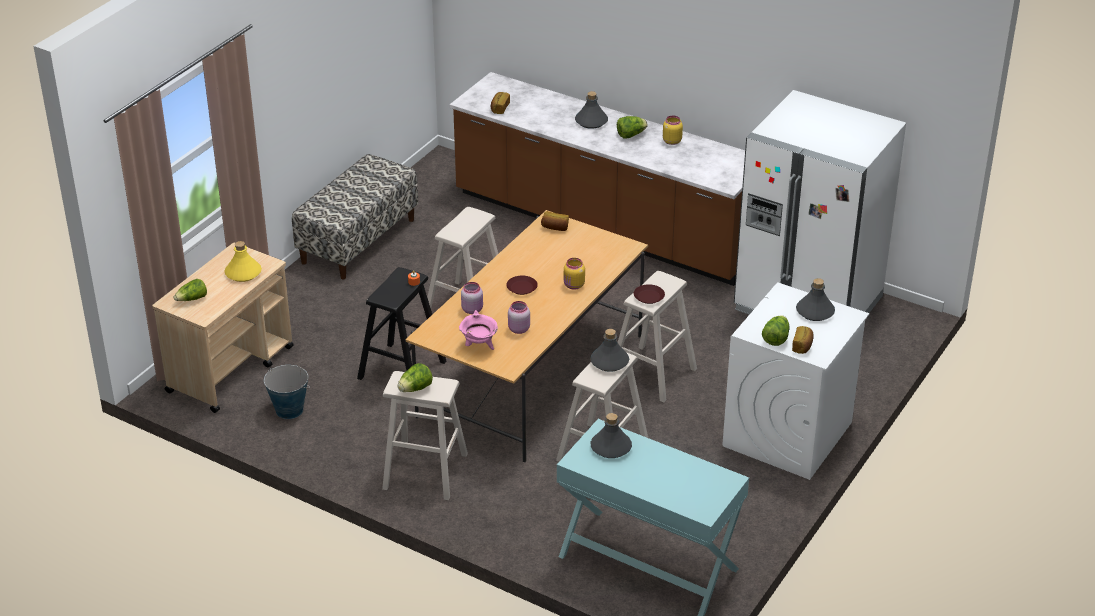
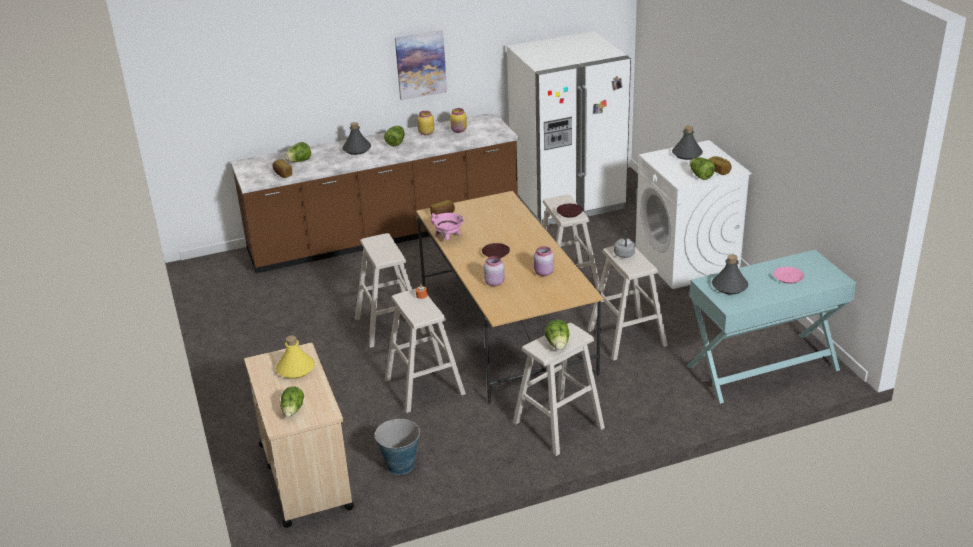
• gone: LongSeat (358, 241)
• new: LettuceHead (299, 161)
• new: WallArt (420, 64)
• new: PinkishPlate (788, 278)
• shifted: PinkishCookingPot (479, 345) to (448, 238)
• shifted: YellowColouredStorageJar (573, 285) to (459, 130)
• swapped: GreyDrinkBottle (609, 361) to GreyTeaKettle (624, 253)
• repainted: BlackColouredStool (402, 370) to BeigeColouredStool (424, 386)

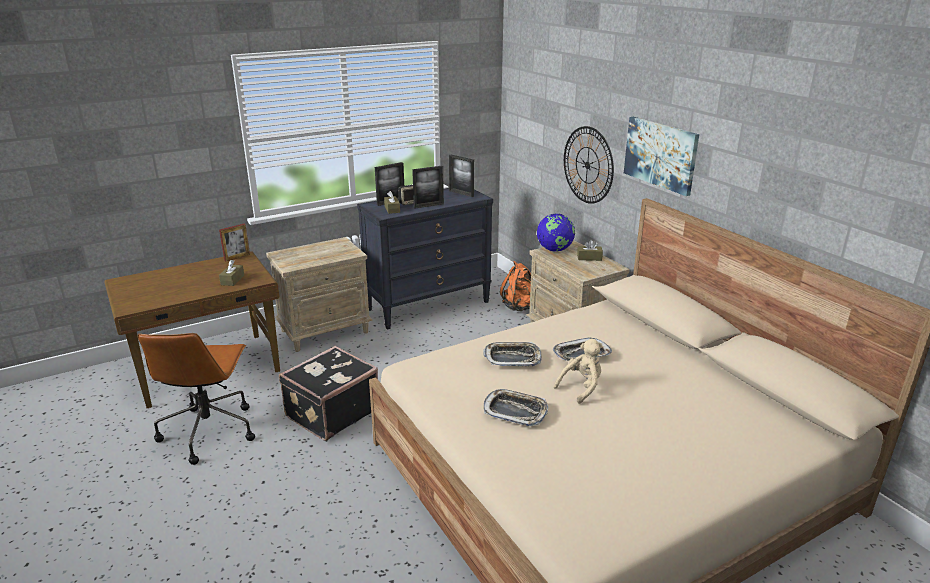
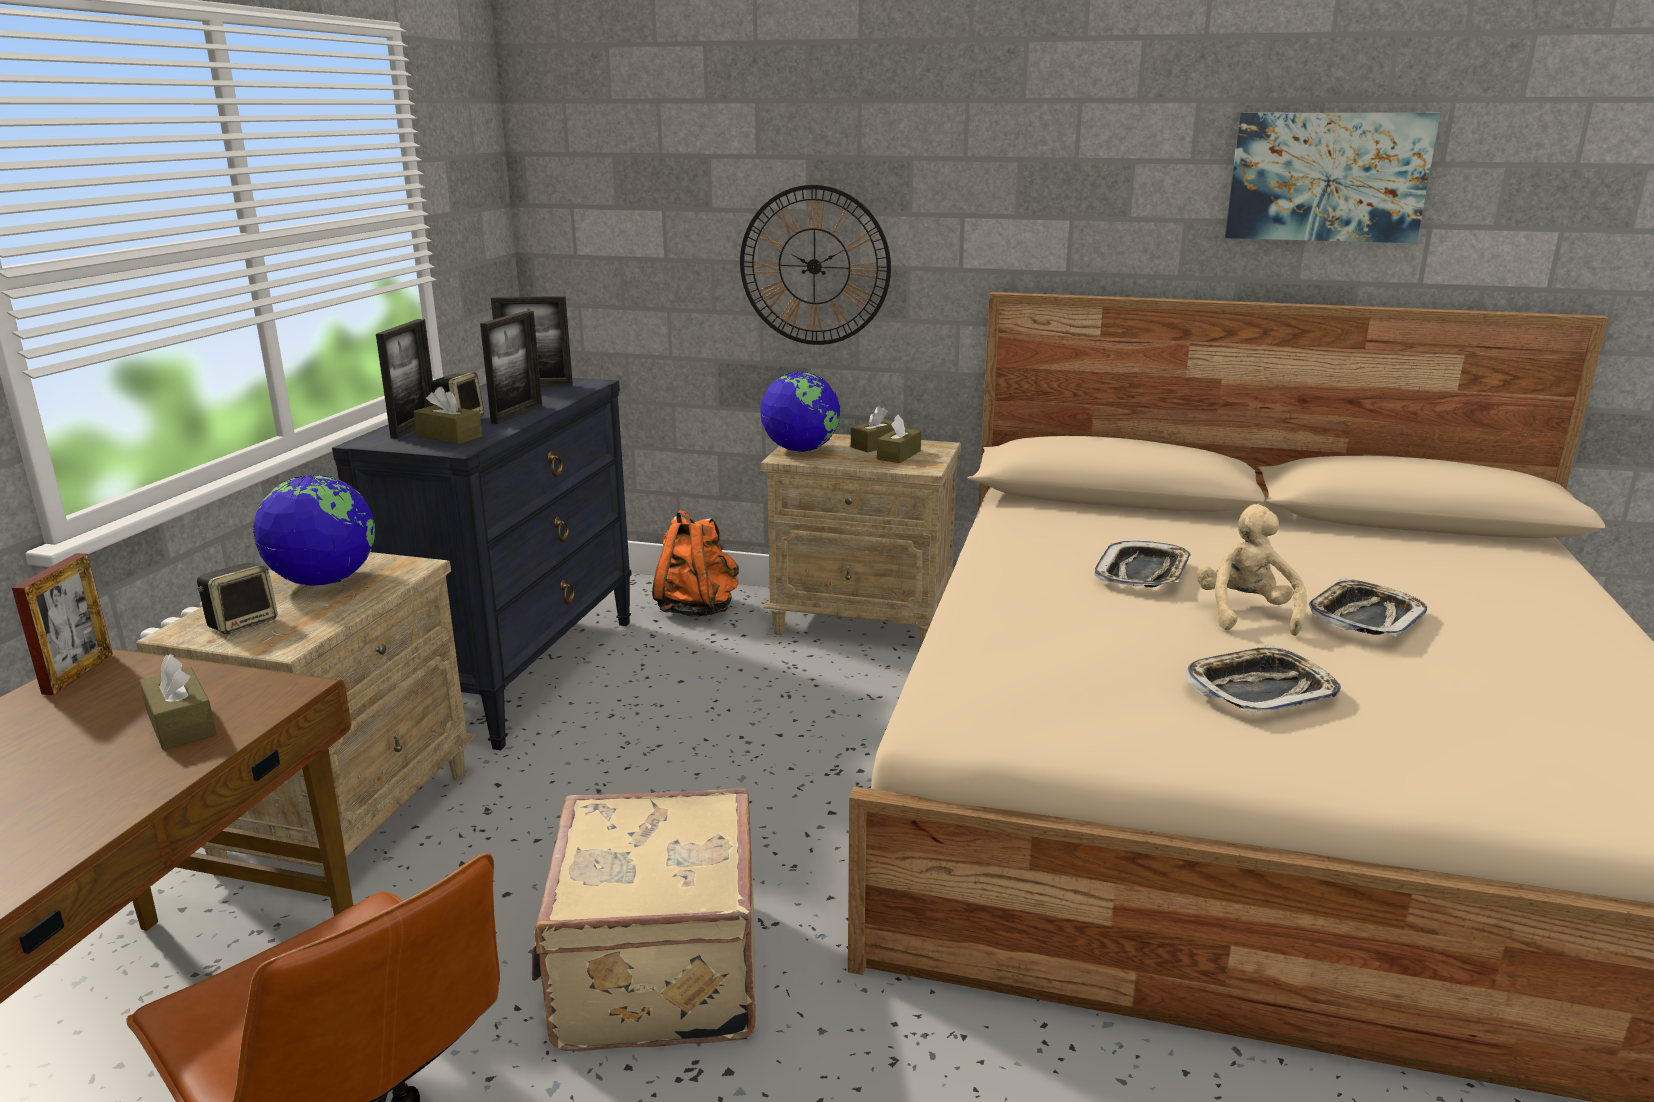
• new: Loudspeaker (243, 623)
• new: WorldGlobe (324, 581)
• new: BrownColouredBoxOfTissues (899, 455)
• shifted: Tray (512, 358) to (1364, 617)
• shifted: WallArt (660, 154) to (1327, 177)
• repainted: BlackColouredSuitcase (331, 412) to BeigeColouredSuitcase (653, 974)

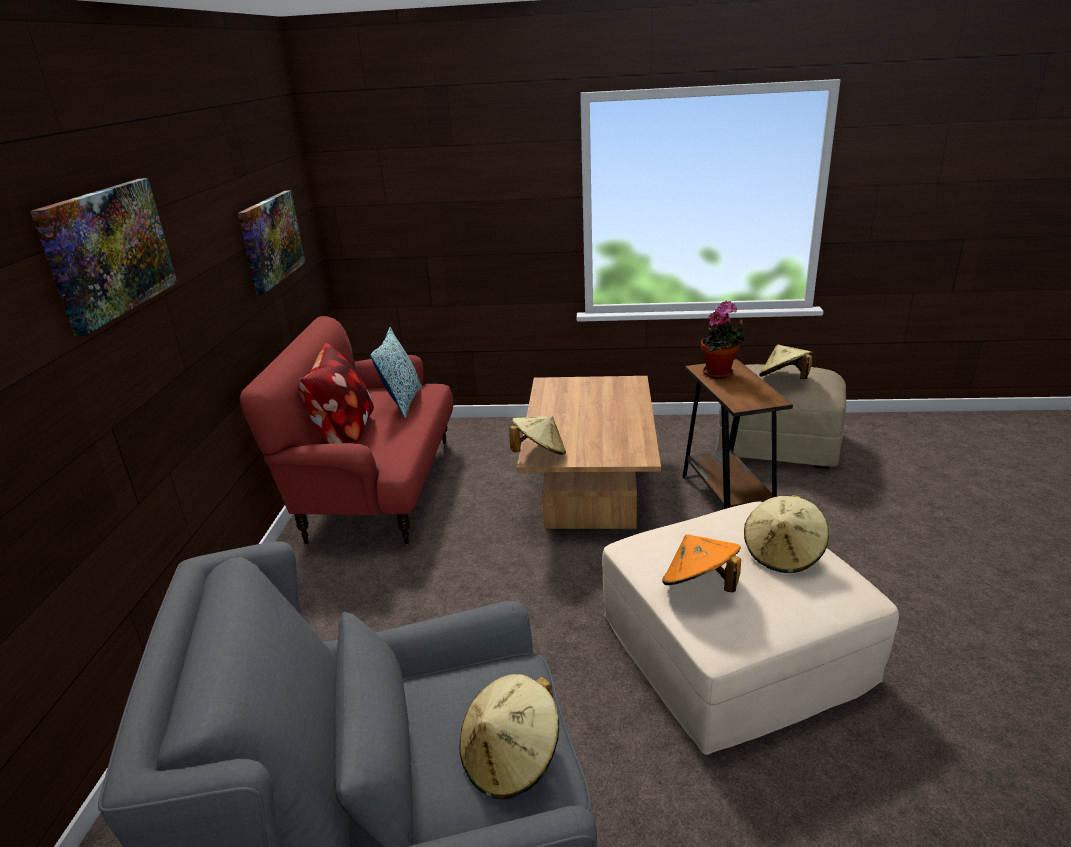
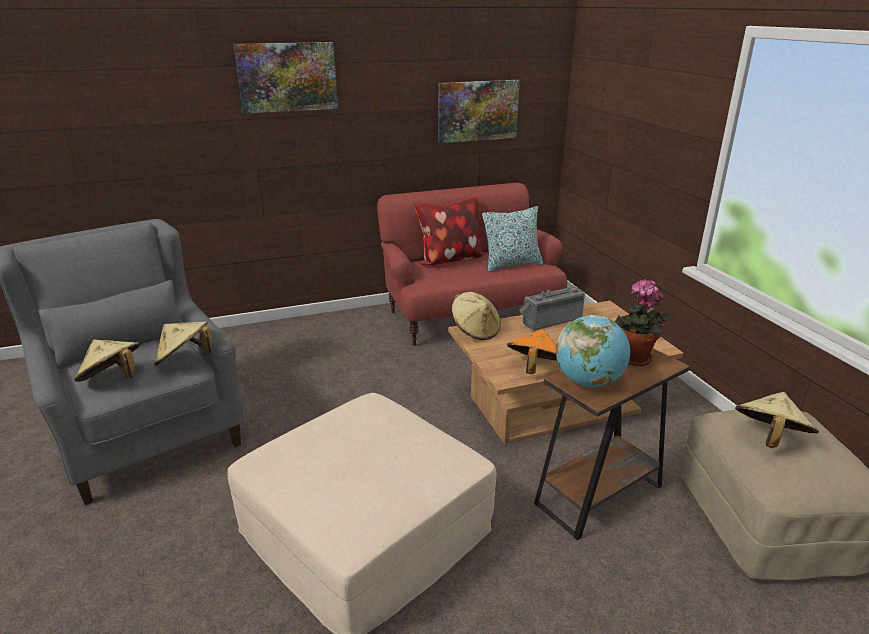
• new: RadioReceiver (550, 320)
• new: WorldGlobe (588, 382)
• shifted: OrangeyWearableHat (700, 585) to (535, 368)
• shifted: BeigeColouredWearableHat (783, 553) to (185, 360)

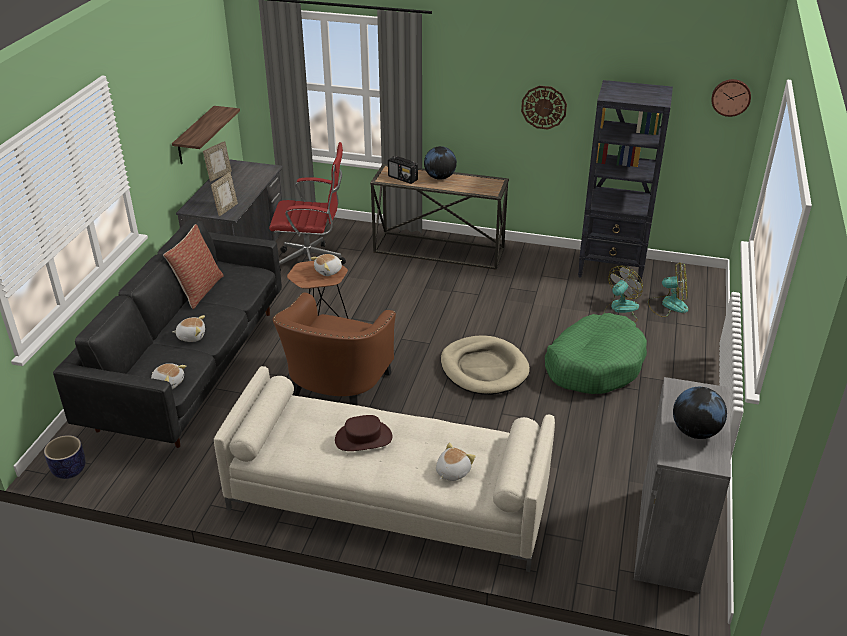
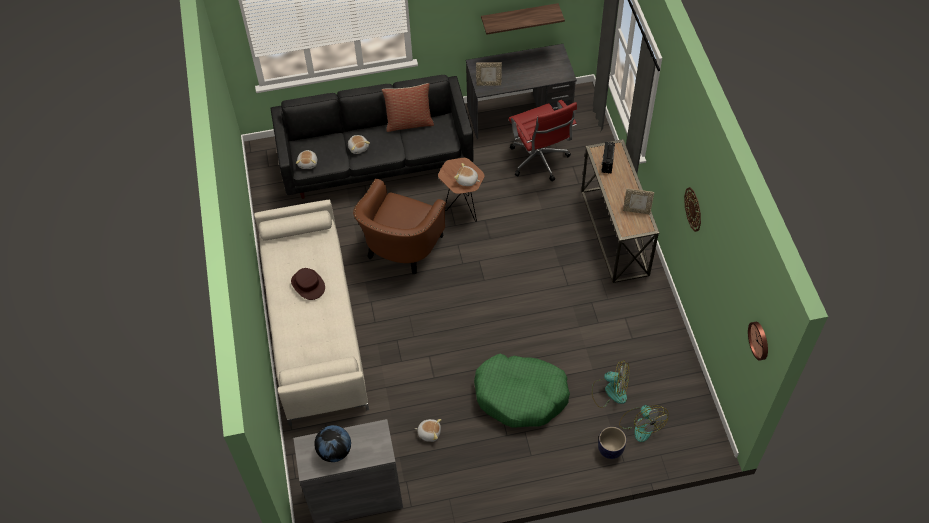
• gone: WorldGlobe (440, 177)
• gone: BeigeColouredDogBed (484, 369)
• gone: BlackColouredBookshelf (612, 269)
• shifted: PlantPot (69, 470) to (610, 449)
• shifted: StandingFrame (219, 176) to (636, 210)
• shifted: PlushToy (452, 471) to (429, 432)
• rotated: BrownColouredArmchair (335, 389) = (400, 249) 60 degrees counterclockwise

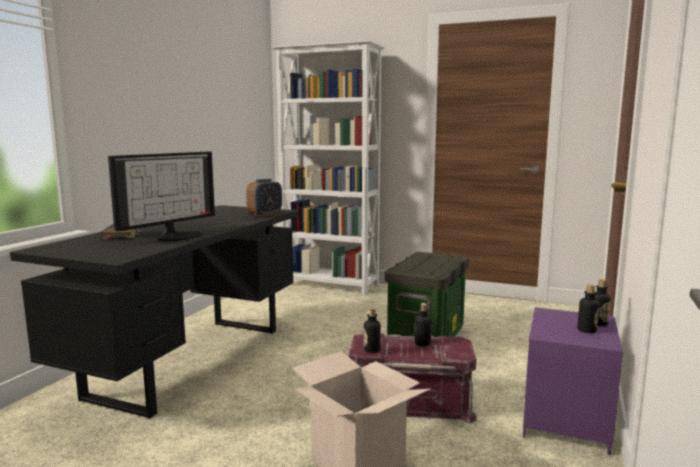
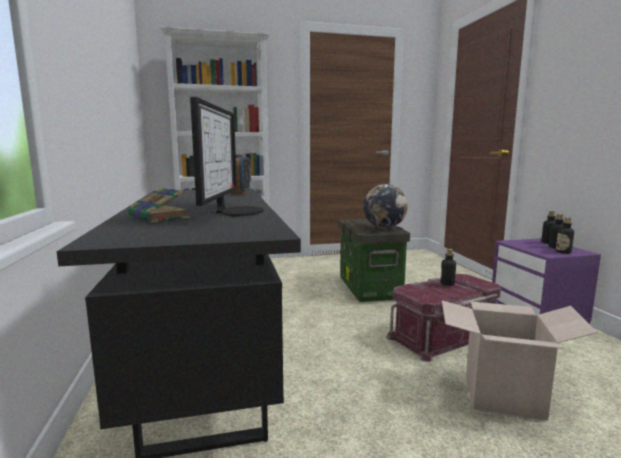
• new: WorldGlobe (384, 227)
• shifted: DrinkBottle (371, 349) to (563, 252)

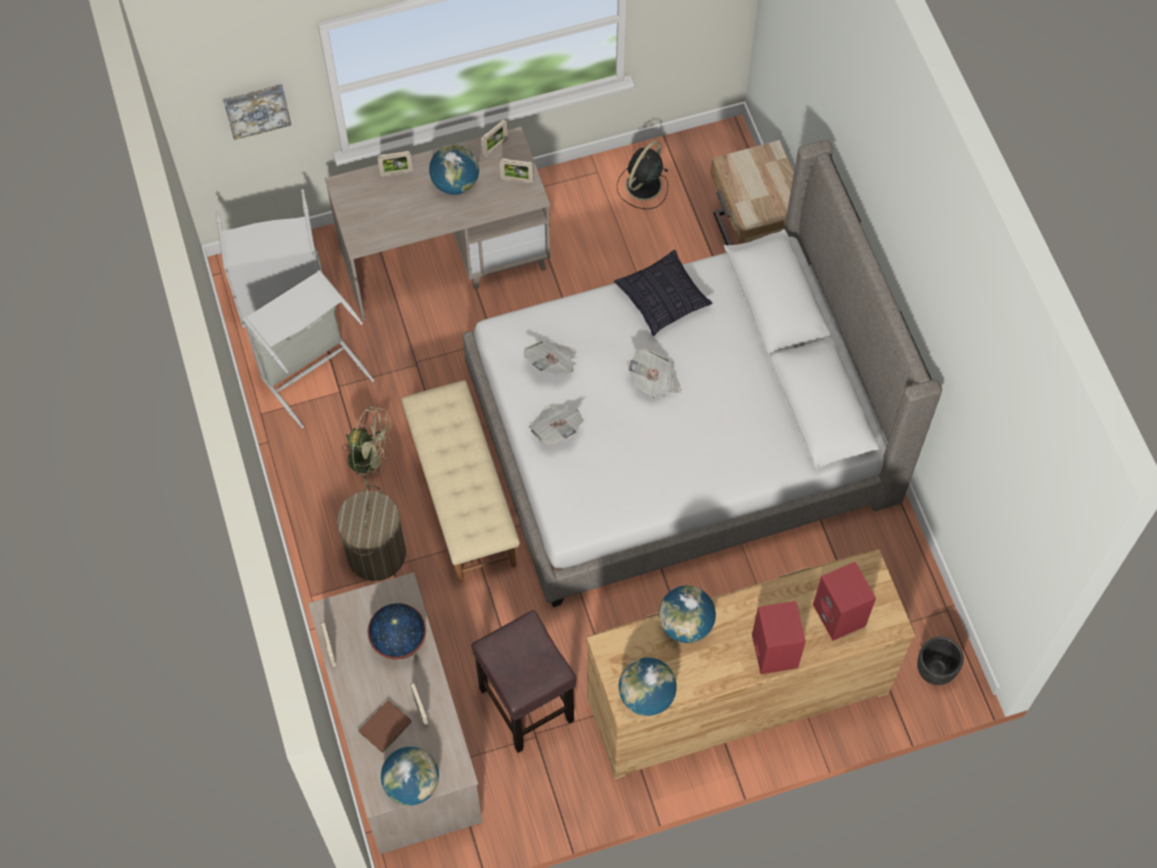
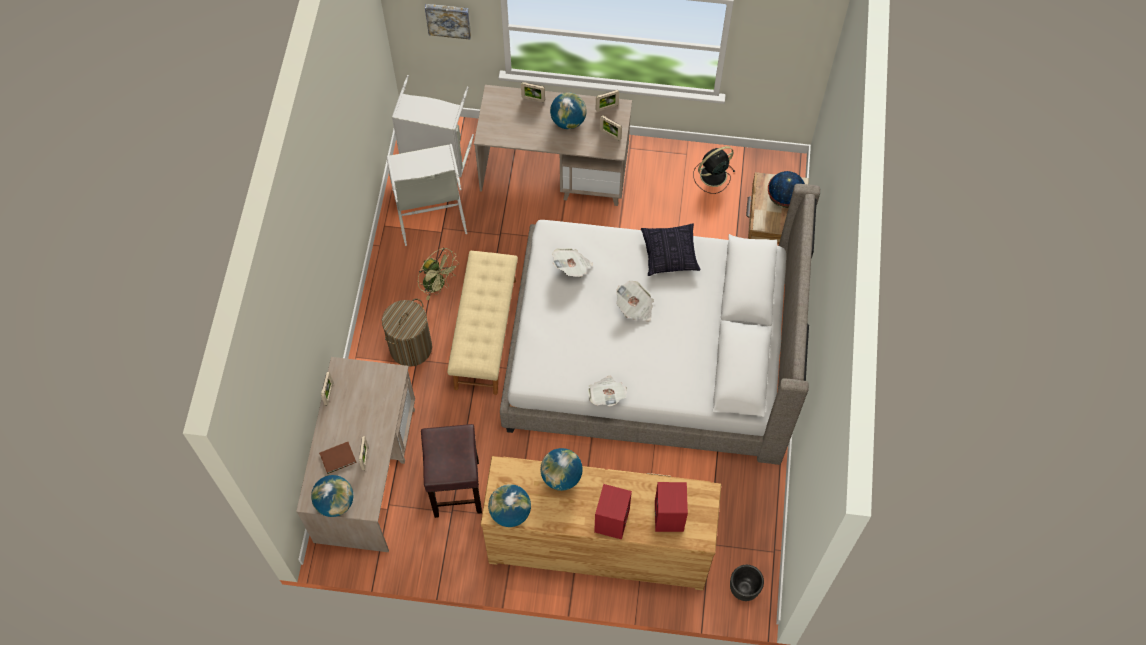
• shifted: WorldGlobe (399, 641) to (784, 199)
• shifted: Newspaper (556, 429) to (607, 395)

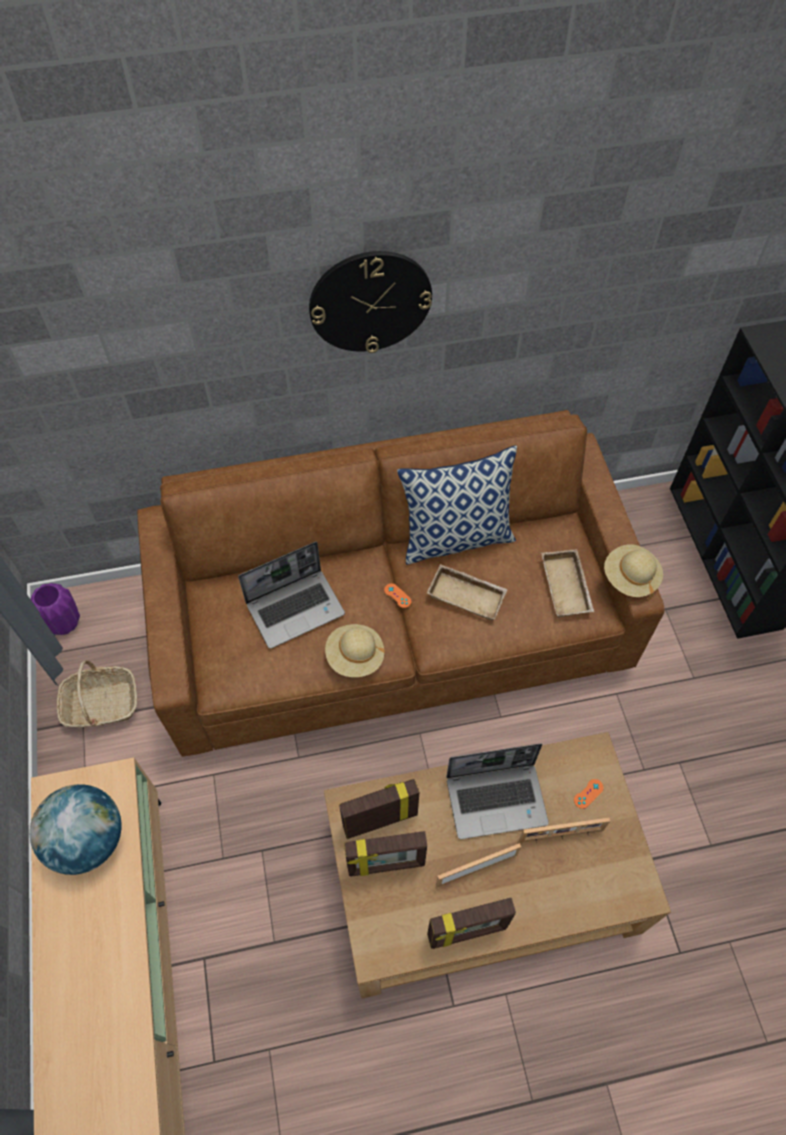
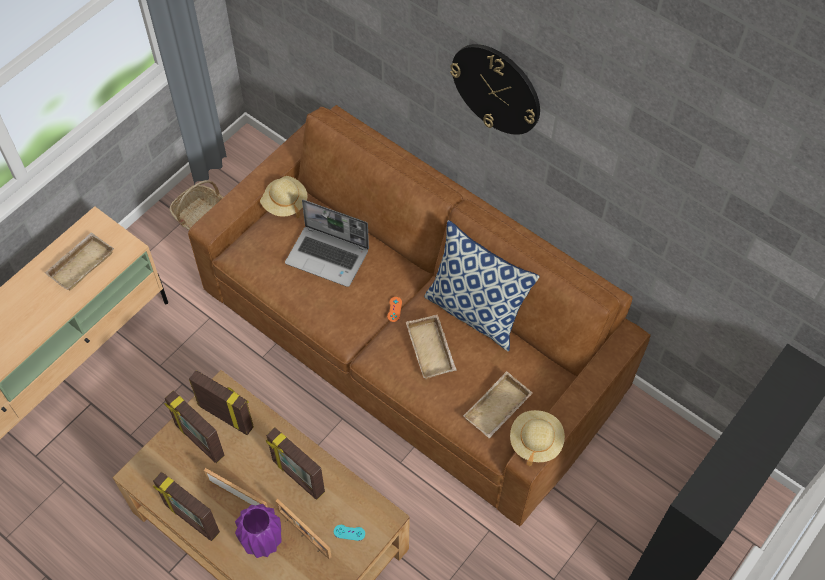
• shifted: PurpleVase (64, 624) to (262, 542)
• shifted: BeigeColouredWearableHat (355, 657) to (284, 203)
• swapped: WorldGlobe (88, 840) to BeigeColouredTray (80, 263)
• swapped: Laptop (497, 799) to StandingFrame (297, 477)
• repainted: OrangeyGamepad (588, 794) to TurquoiseColouredGamepad (349, 532)

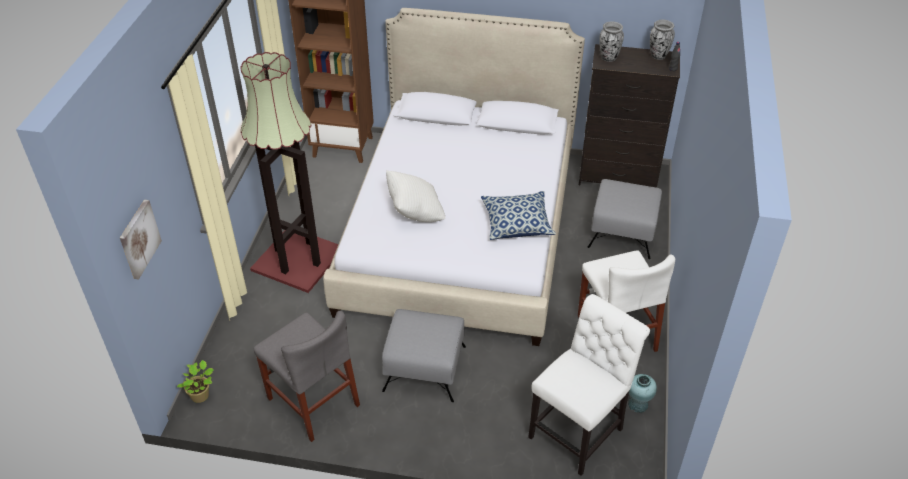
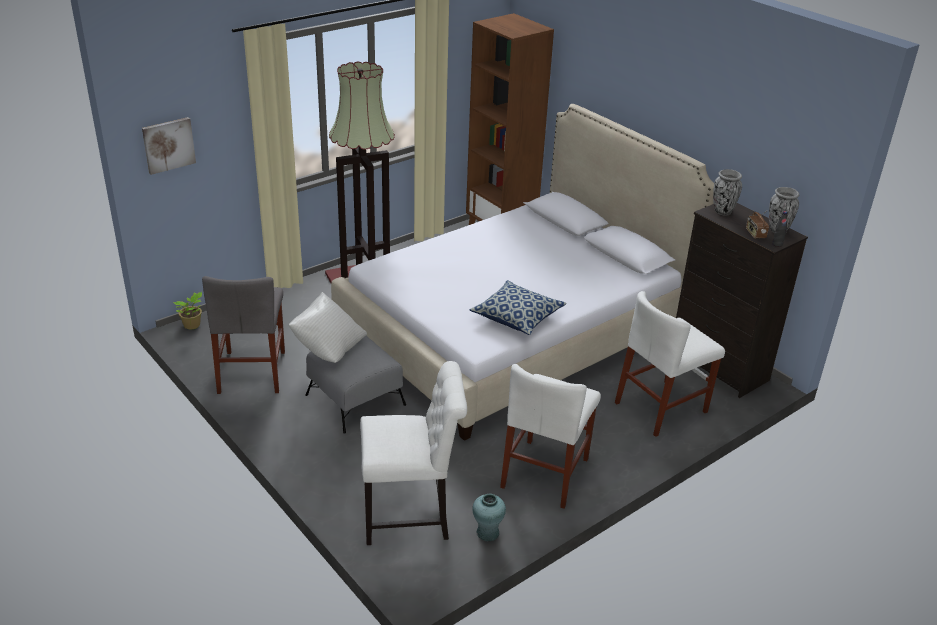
• new: RadioReceiver (755, 234)
• shifted: WhitishPillow (415, 212) to (328, 347)
• swapped: GreyPouffe (622, 232) to WhitishPlainChair (661, 407)

